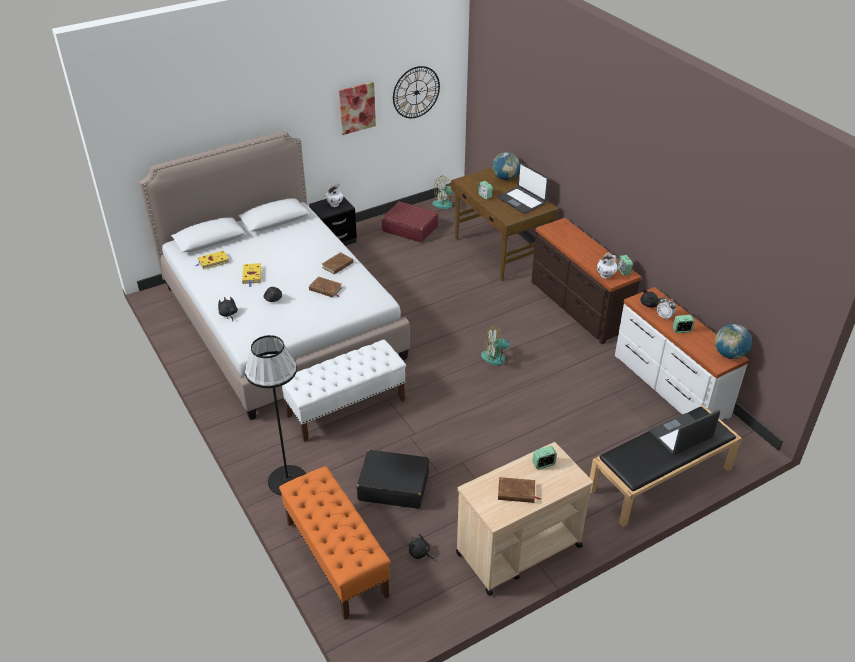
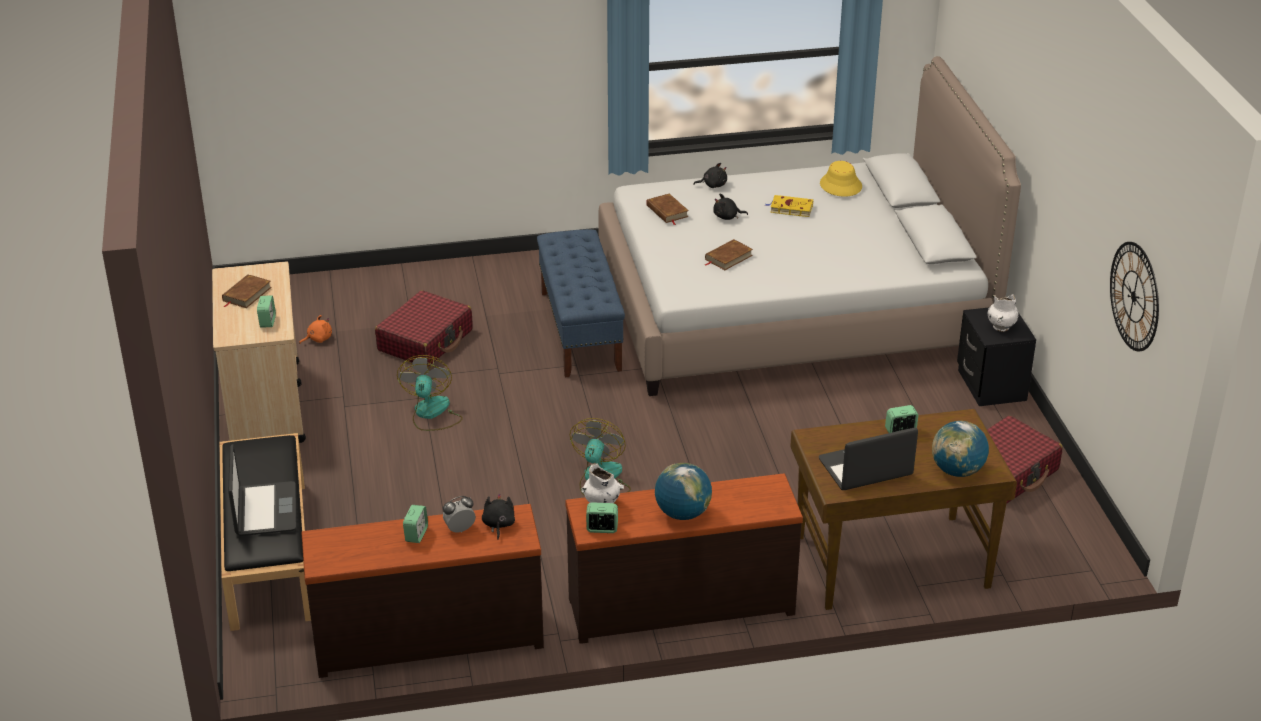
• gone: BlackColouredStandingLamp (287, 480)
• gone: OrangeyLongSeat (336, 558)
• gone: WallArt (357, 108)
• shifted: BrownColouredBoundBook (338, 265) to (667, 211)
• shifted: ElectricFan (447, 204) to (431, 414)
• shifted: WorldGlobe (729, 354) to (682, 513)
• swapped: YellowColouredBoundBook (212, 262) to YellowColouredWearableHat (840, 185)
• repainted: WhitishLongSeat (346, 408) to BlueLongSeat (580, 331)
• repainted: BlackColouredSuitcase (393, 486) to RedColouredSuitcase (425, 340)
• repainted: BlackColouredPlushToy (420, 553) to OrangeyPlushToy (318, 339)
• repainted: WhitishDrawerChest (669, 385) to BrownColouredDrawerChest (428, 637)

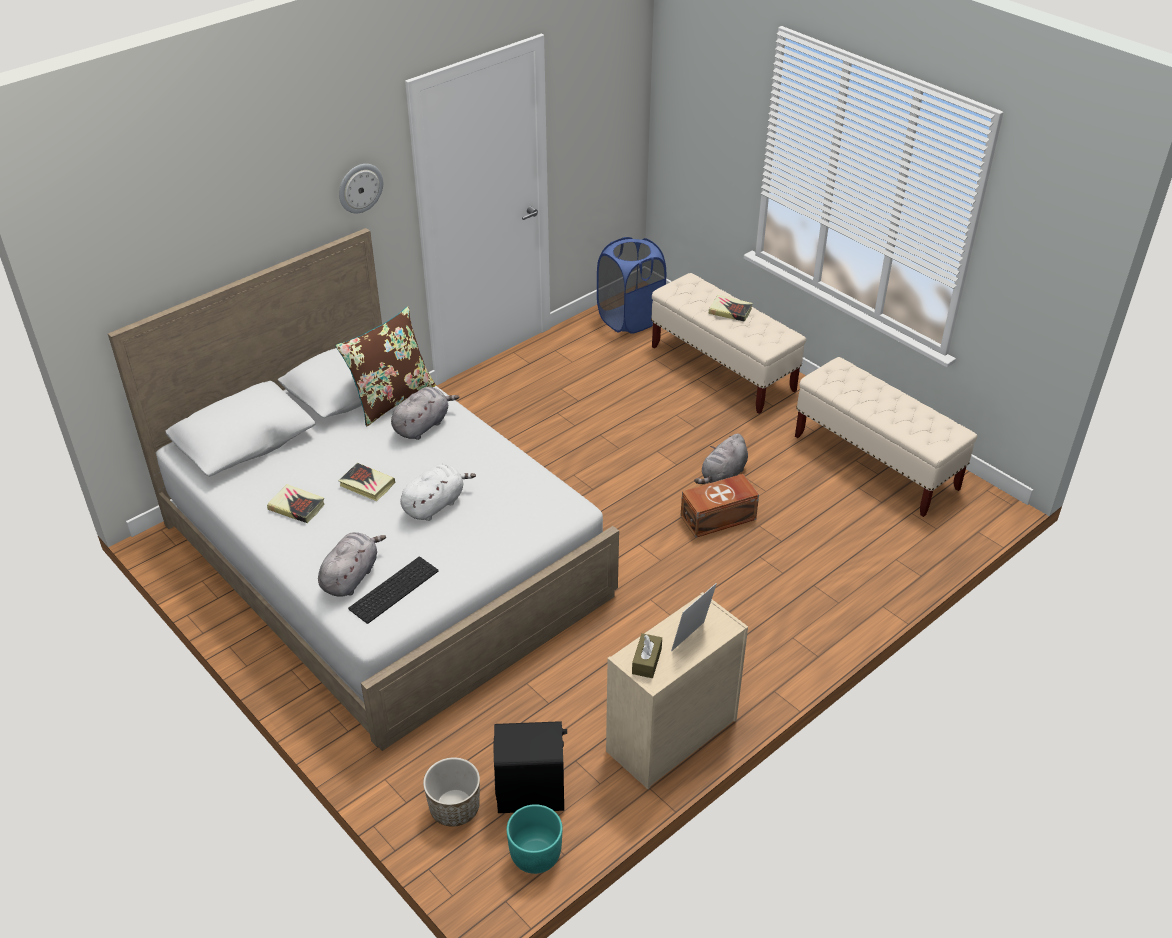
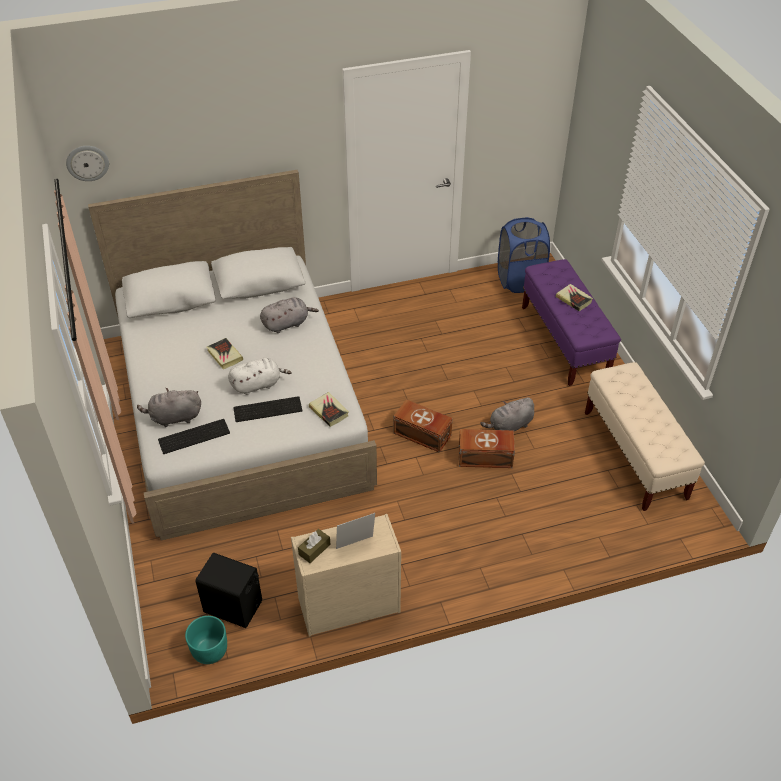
• gone: BrownColouredPillow (391, 399)
• gone: PlantPot (454, 808)
• new: Keyboard (268, 408)
• new: BrownColouredStorageBin (422, 435)
• shifted: BoundBook (296, 507) to (329, 411)
• shifted: HangingClock (360, 188) to (87, 162)
• repainted: BeigeColouredLongSeat (722, 369) to PurpleLongSeat (564, 341)
• rotated: GreyPlushToy (351, 577) = (174, 418) 150 degrees counterclockwise

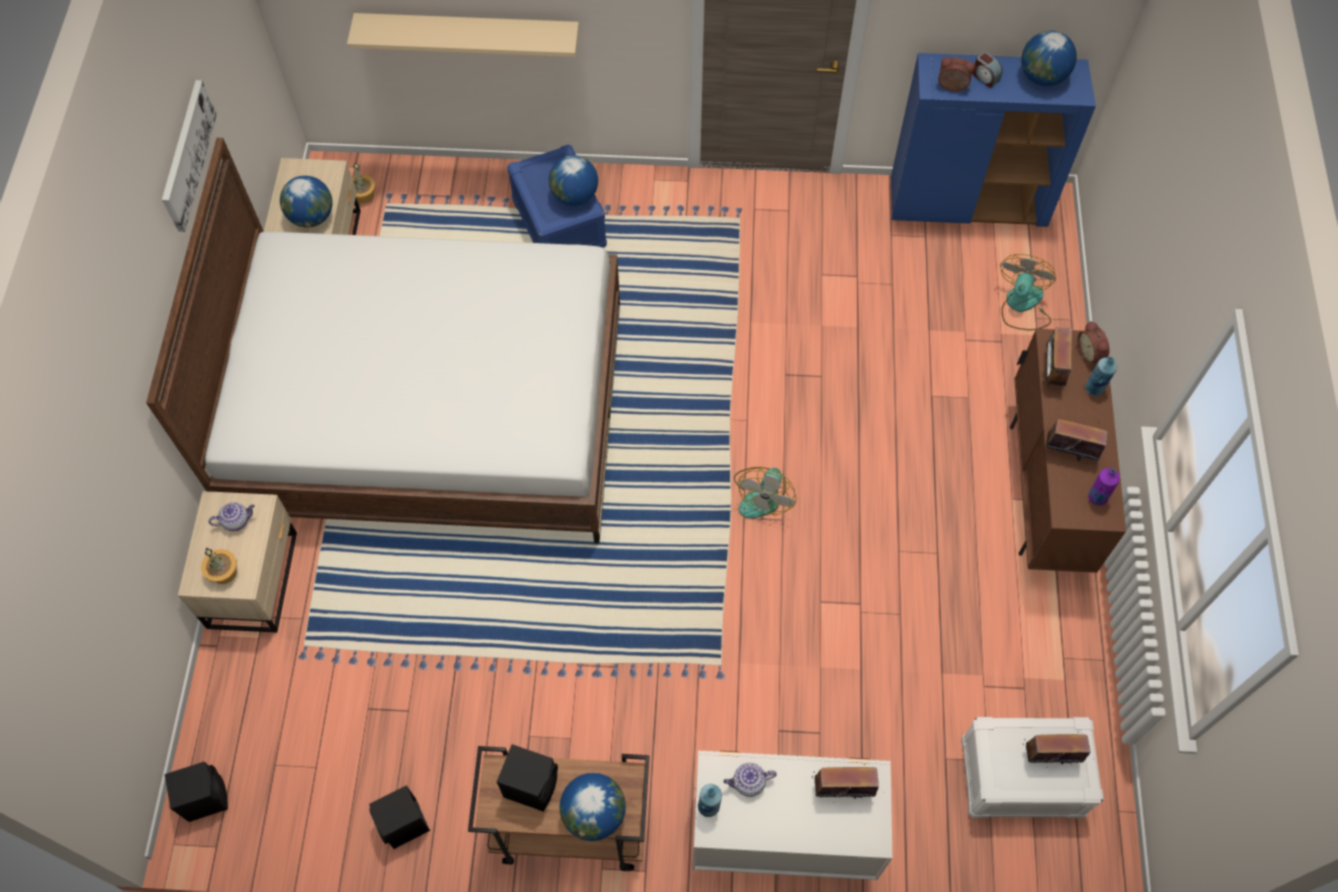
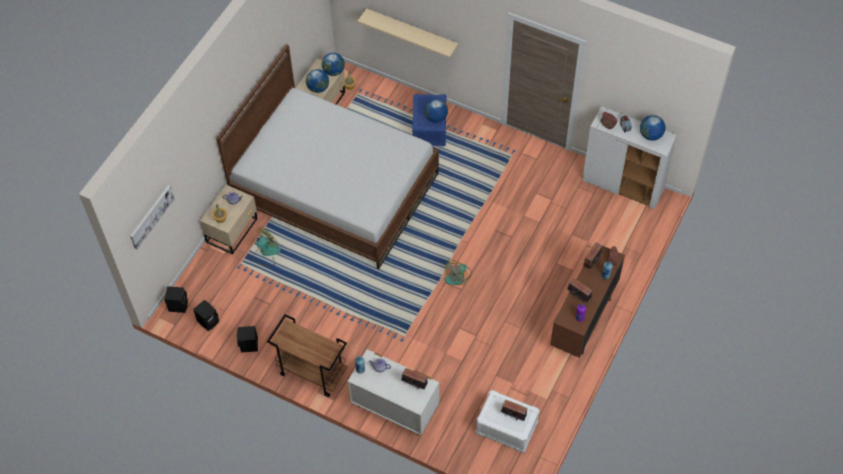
• shifted: WallArt (186, 155) to (151, 216)
• shifted: BlackColouredLoudspeaker (532, 784) to (209, 321)
• shifted: WorldGlobe (594, 814) to (334, 71)
• shifted: ElectricFan (1021, 306) to (266, 253)
• repainted: BlueCupboard (968, 203) to WhitishCupboard (623, 185)

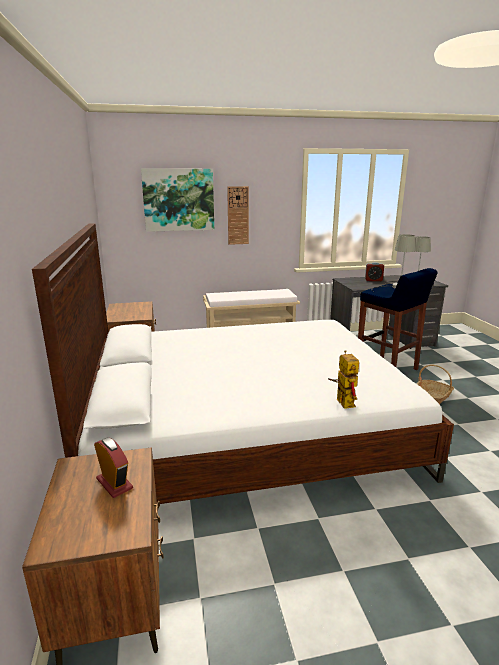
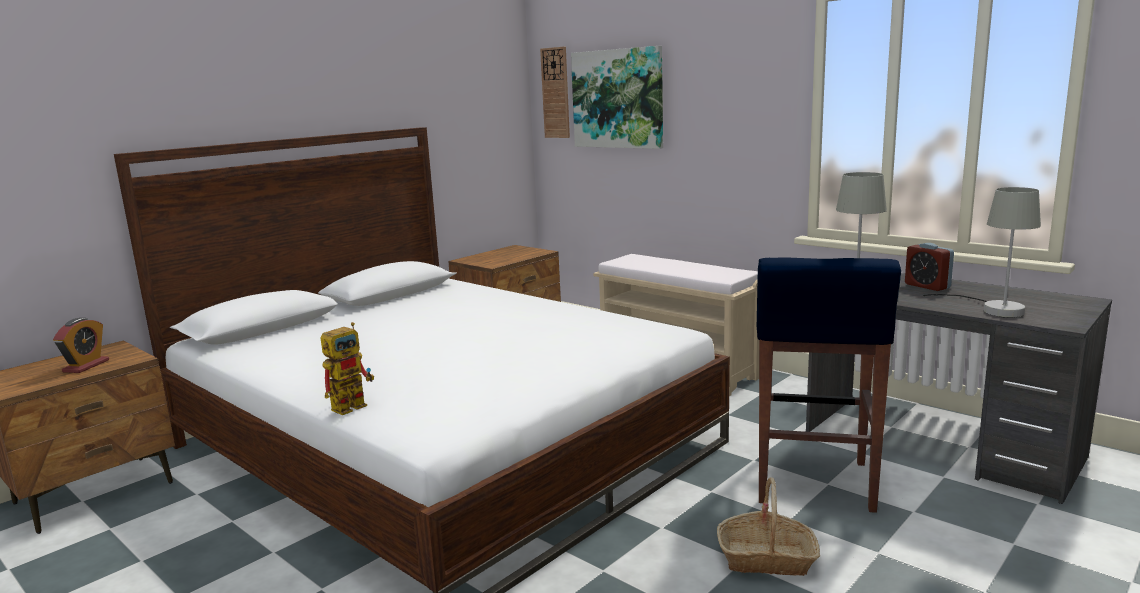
• shifted: HangingClock (238, 215) to (555, 93)

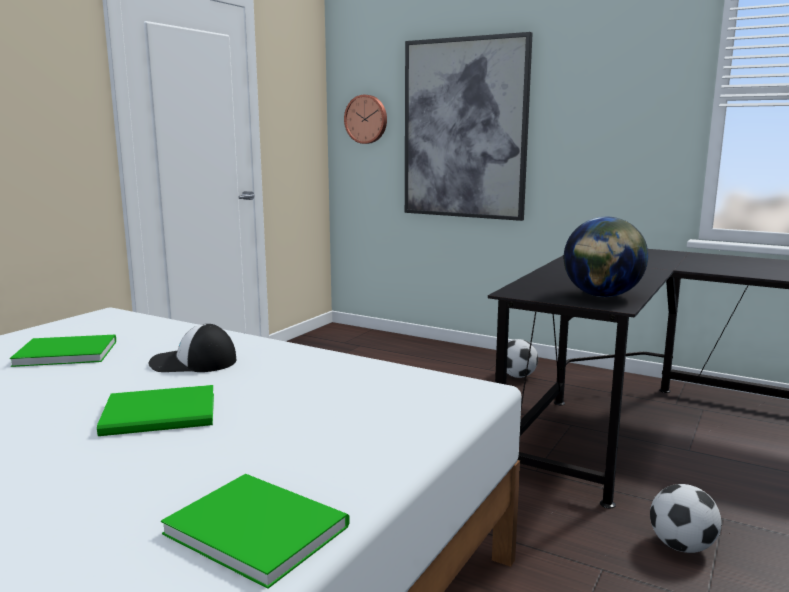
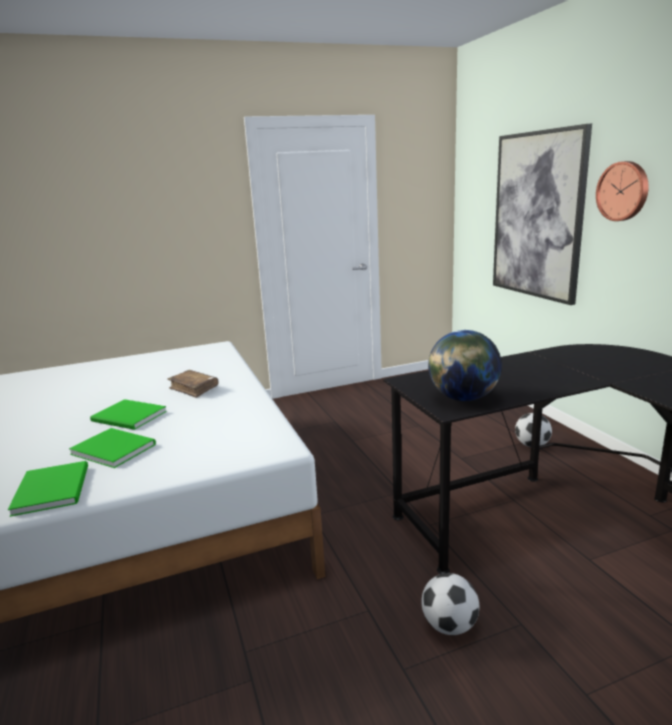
• shifted: GreenBoundBook (64, 353) to (113, 448)
• shifted: HangingClock (366, 119) to (623, 191)
• swapped: BaseballCap (193, 363) to BrownColouredBoundBook (194, 388)

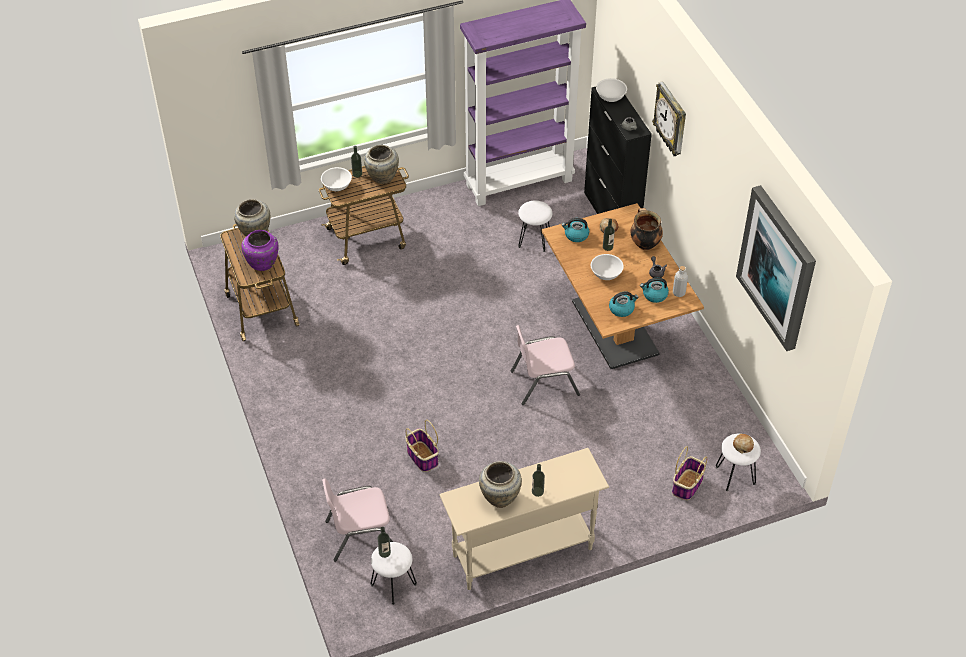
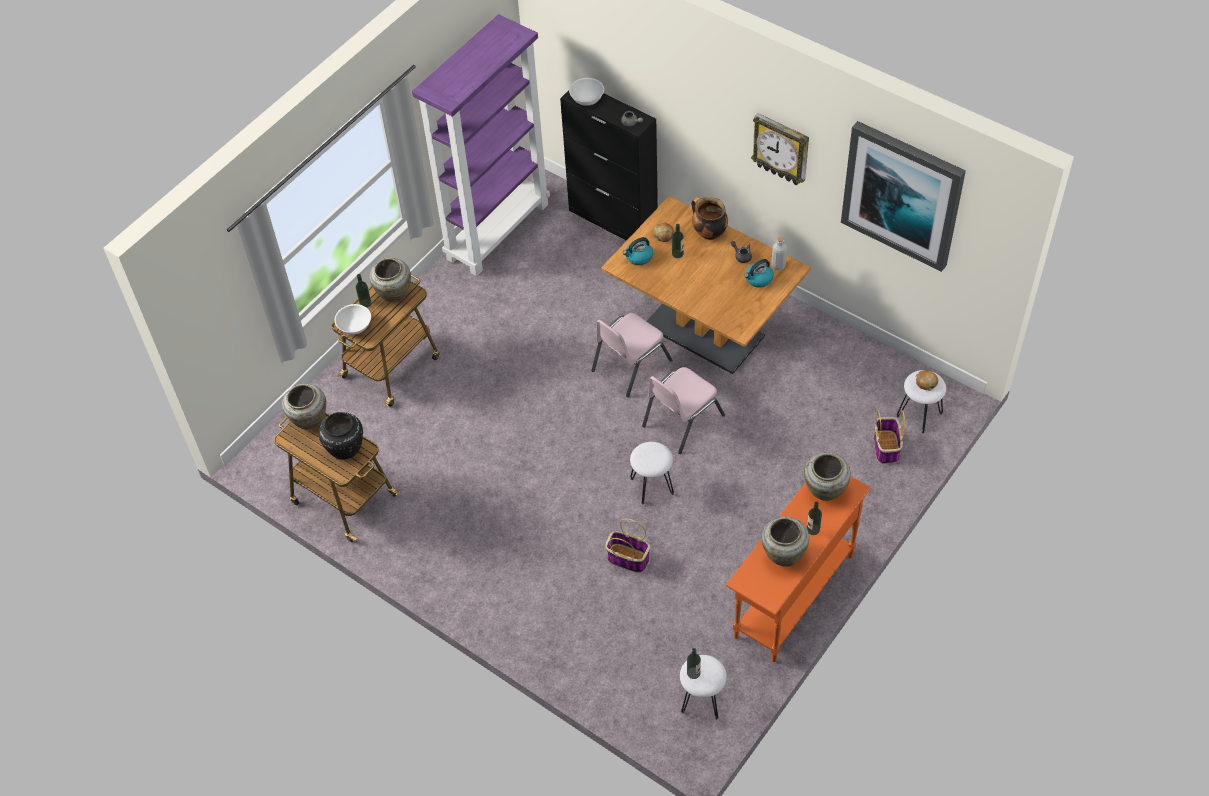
• gone: WhitishServingBowl (606, 273)
• gone: TeaKettle (622, 309)
• new: BeigeColouredVase (824, 490)
• shifted: PinkishPlainChair (360, 534) to (630, 365)
• shifted: WhitishStool (534, 240) to (652, 486)
• shifted: HangingClock (671, 120) to (781, 149)
• repainted: PurpleVase (263, 263) to BlackColouredVase (345, 448)
• repainted: BeigeColouredNarrowTable (522, 552) to OrangeyNarrowTable (793, 596)

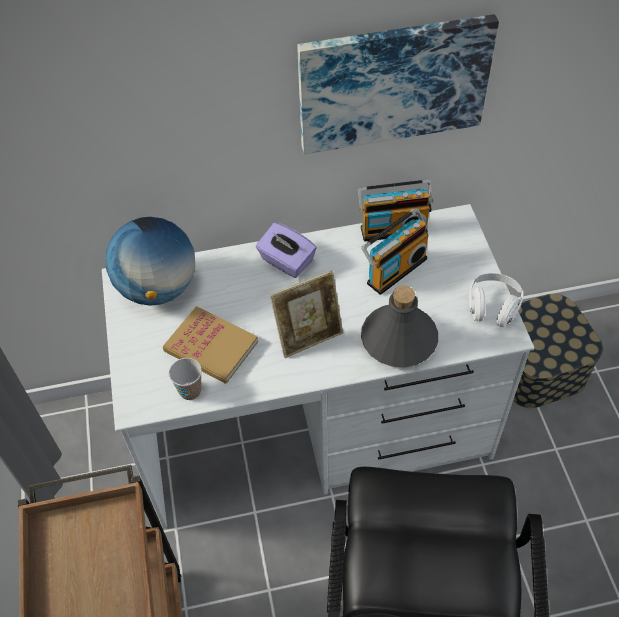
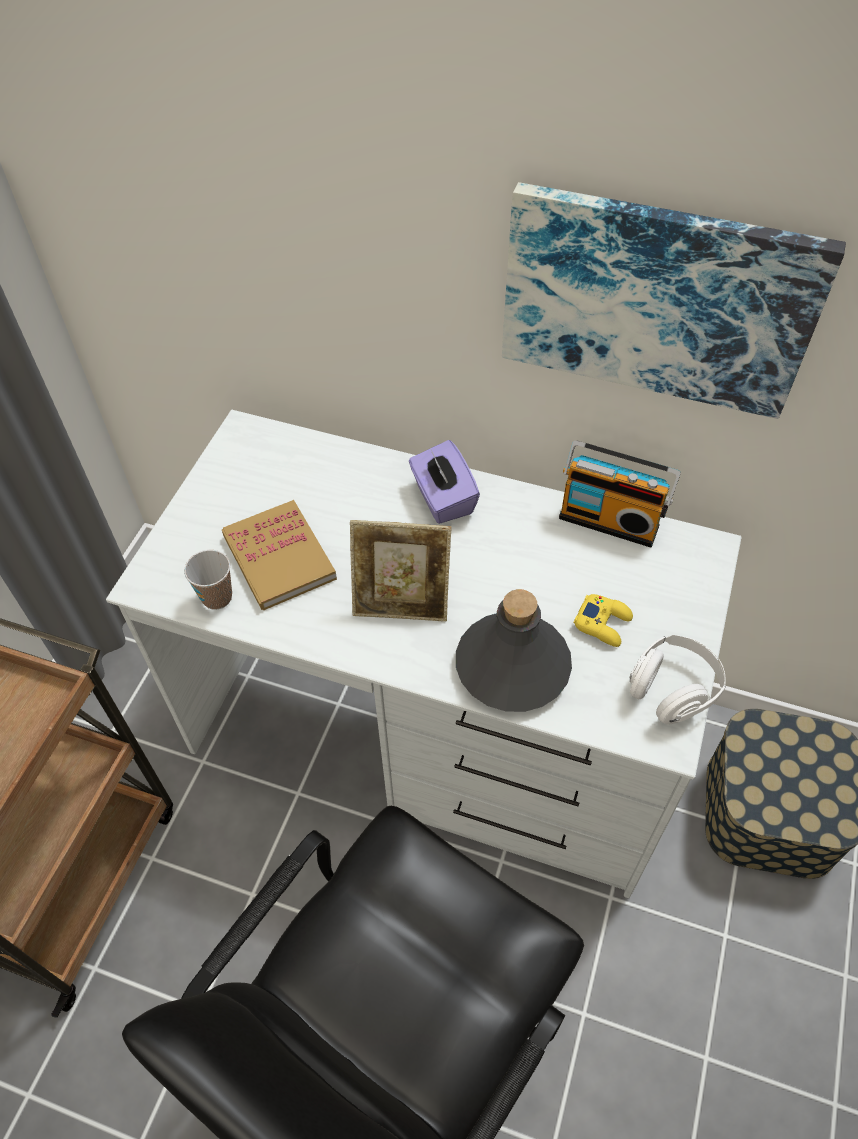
• gone: WorldGlobe (158, 288)
• gone: RadioReceiver (394, 269)
• new: YellowColouredGamepad (603, 623)

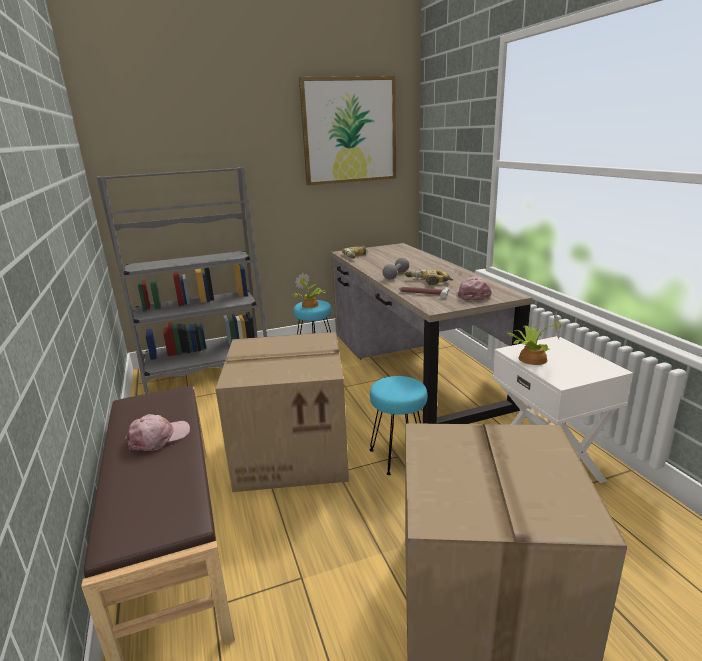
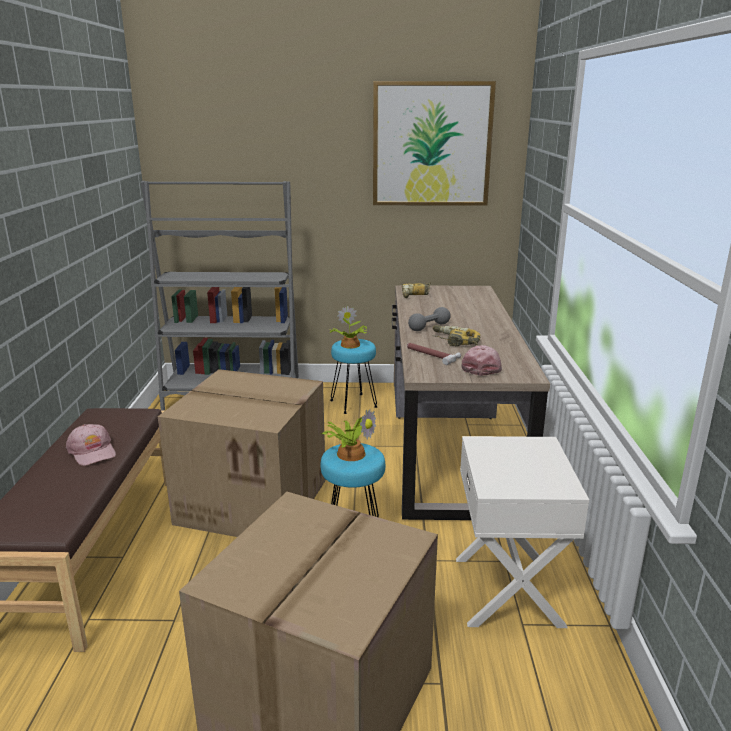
• shifted: PlantInAPot (530, 358) to (350, 453)
• rotated: PinkishBaseballCap (159, 437) = (92, 451) 75 degrees clockwise

